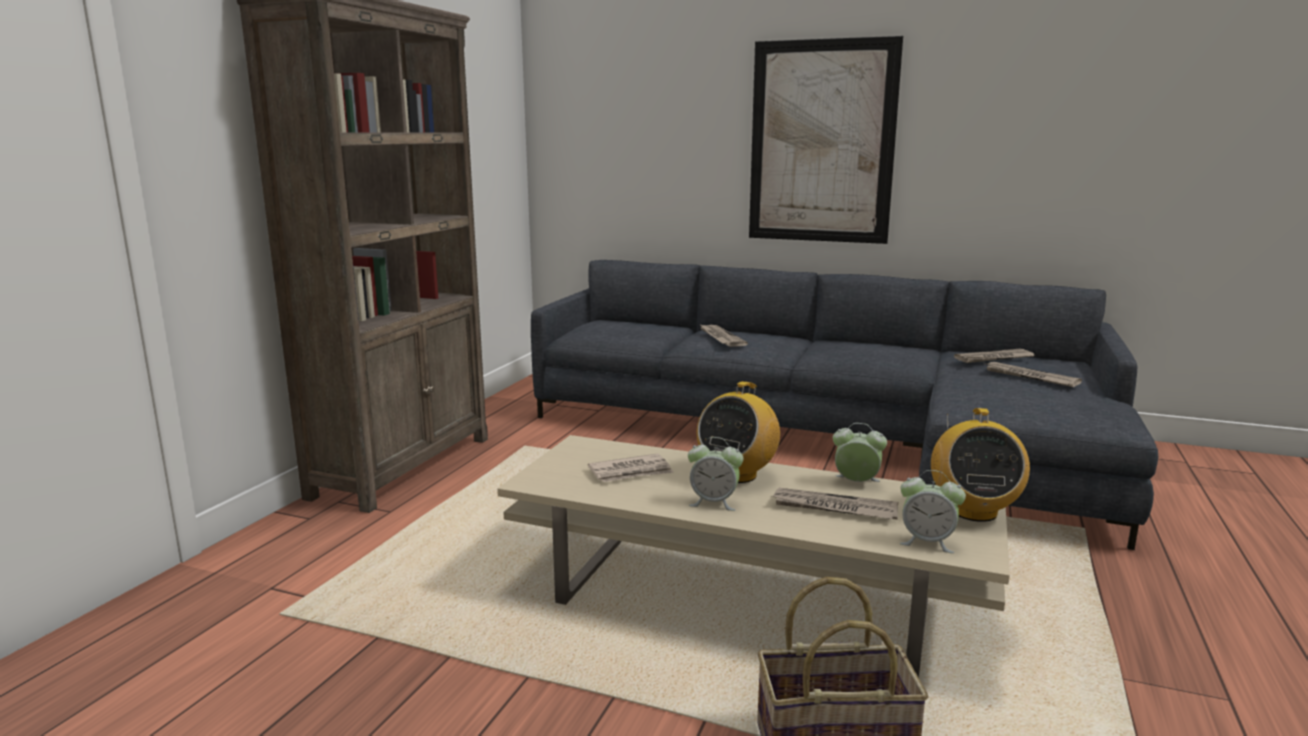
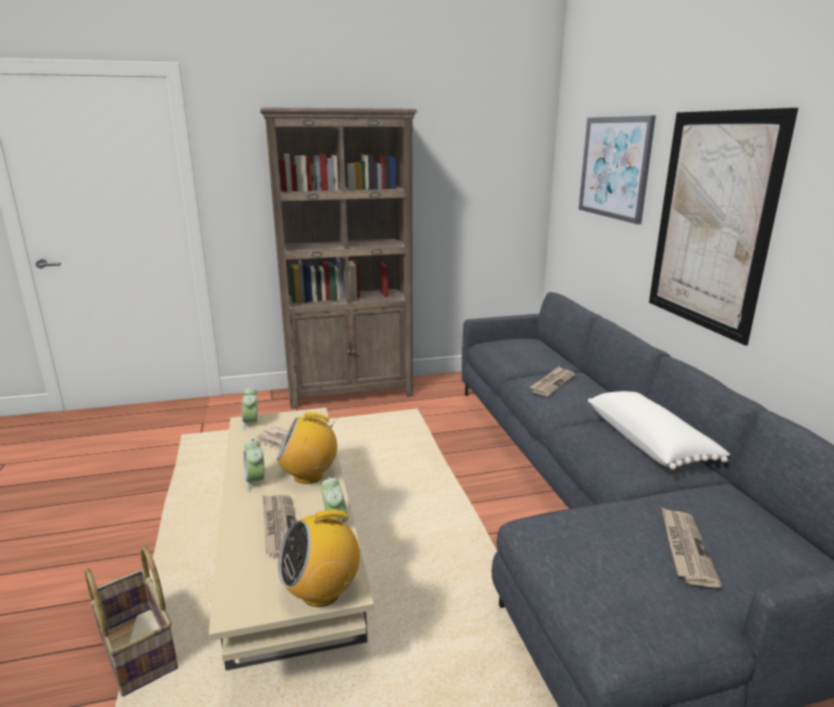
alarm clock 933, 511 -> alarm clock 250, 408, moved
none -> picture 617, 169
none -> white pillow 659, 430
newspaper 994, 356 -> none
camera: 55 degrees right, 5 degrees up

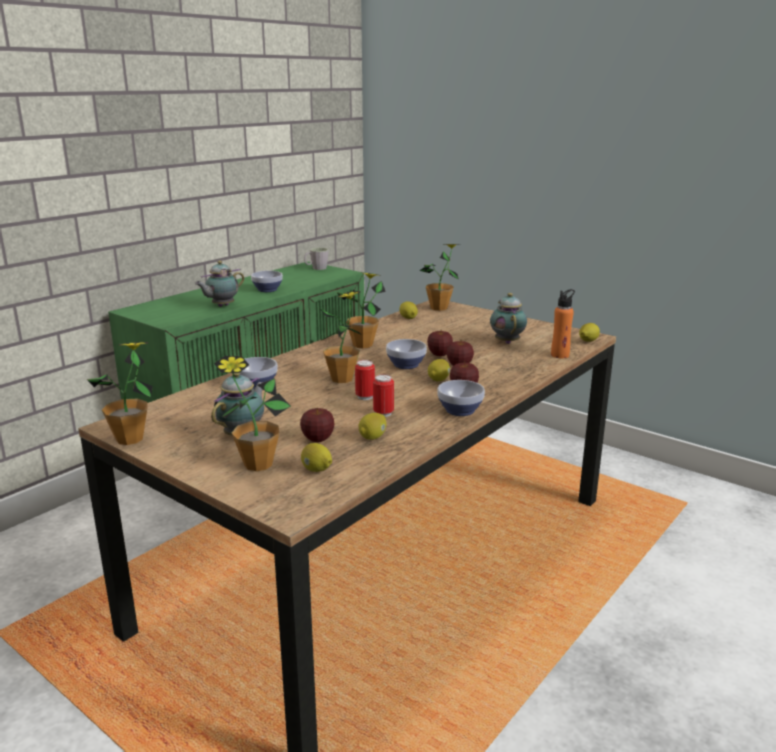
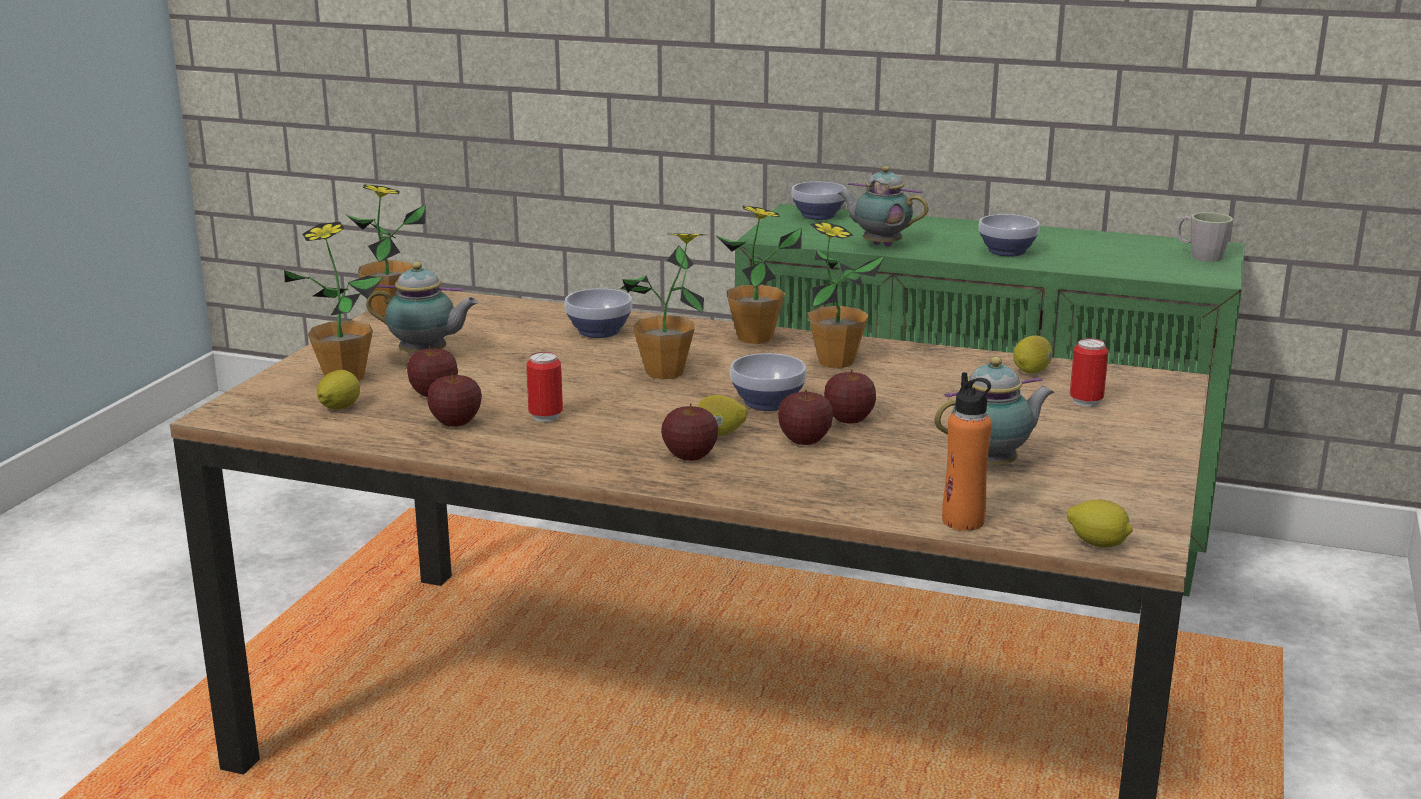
lemon 372, 426 -> apple 454, 400
potted plant 440, 277 -> potted plant 759, 275, moved
bowl 461, 398 -> bowl 819, 201, moved
can 365, 380 -> can 1089, 372, moved
camera: 70 degrees right, 0 degrees up

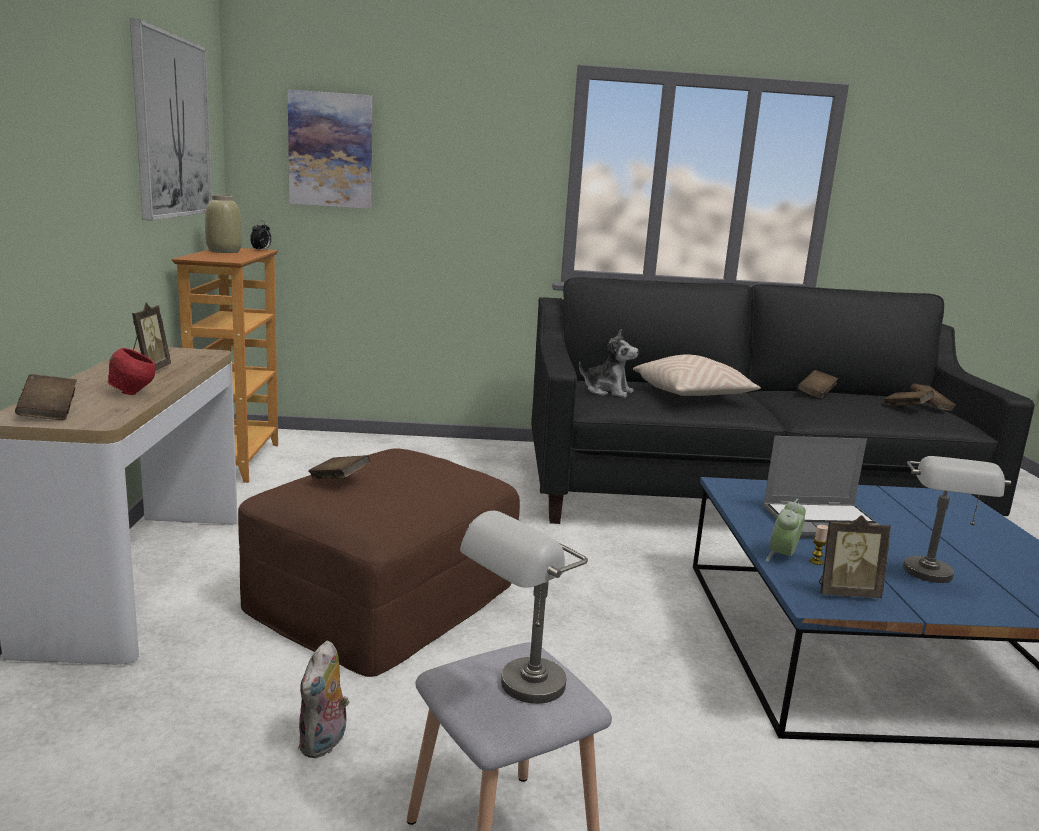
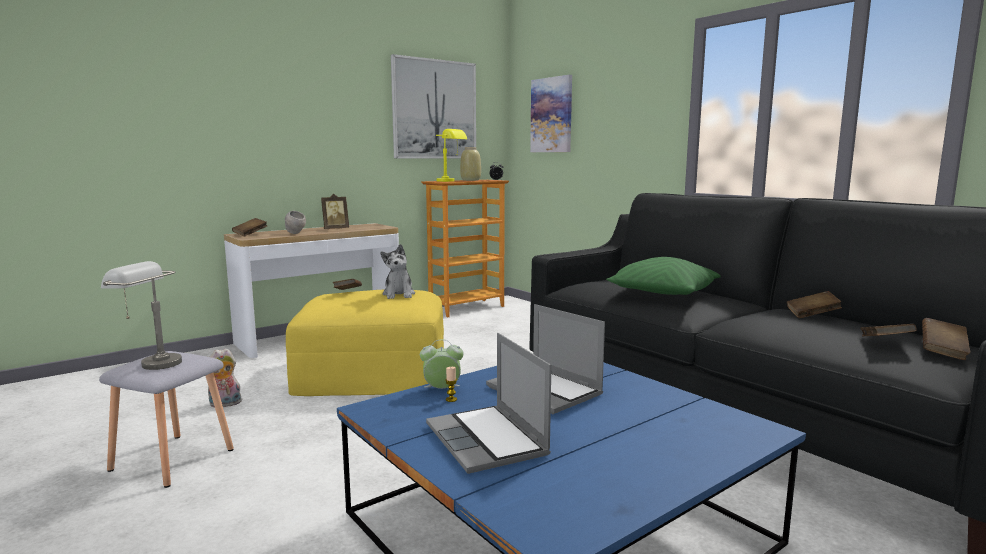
red bowl 131, 371 -> grey bowl 295, 222
brown ottoman 379, 562 -> yellow ottoman 365, 343
plush toy 609, 363 -> plush toy 398, 271, moved
grey table lamp 957, 519 -> laptop 489, 403
none -> yellow table lamp 451, 155
beige pillow 697, 375 -> green pillow 663, 276
picture frame 855, 556 -> none
camera: 55 degrees right, 5 degrees down

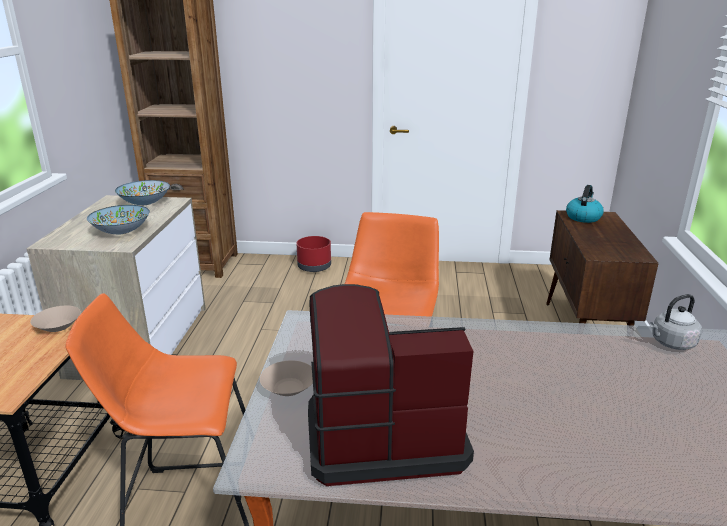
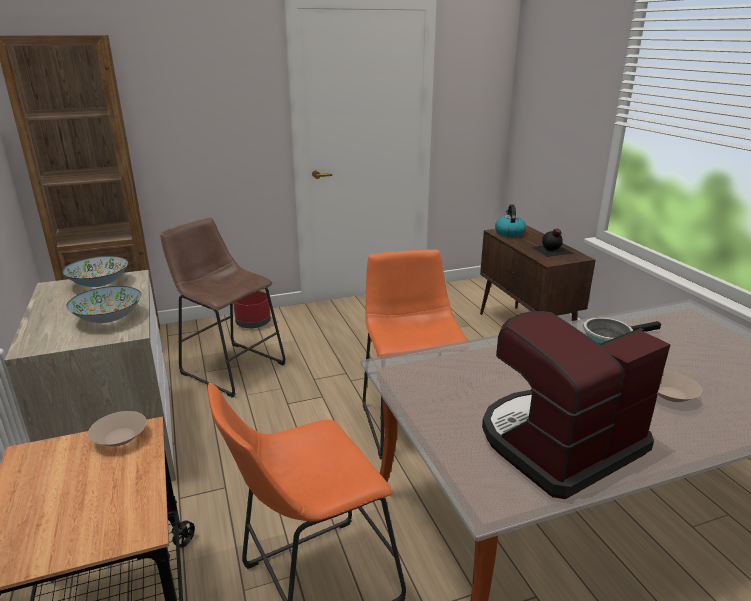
none -> brown stool 223, 307
none -> black bottle 552, 243
none -> frying pan 622, 330
beige bowl 286, 378 -> beige bowl 679, 386, moved
grey kettle 676, 322 -> none
camera: 25 degrees left, 0 degrees up

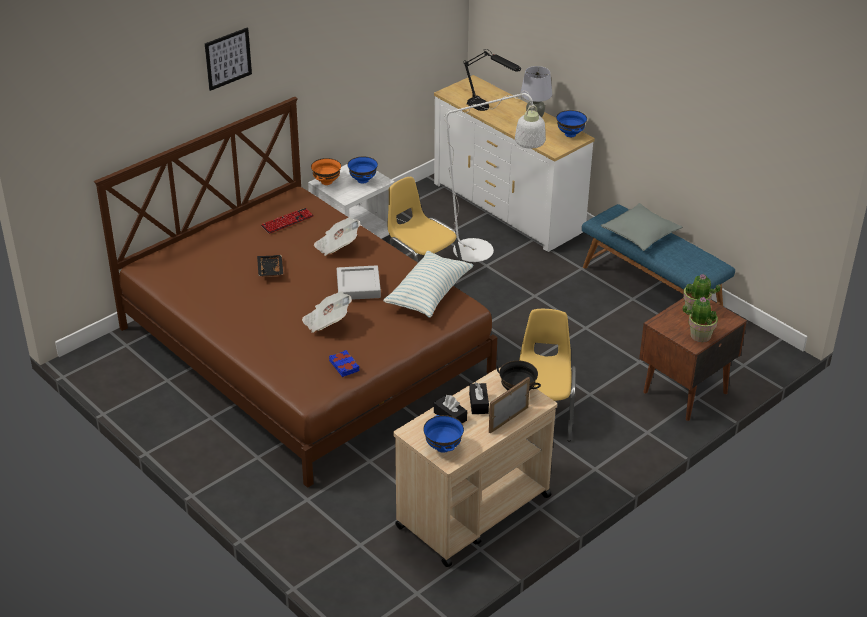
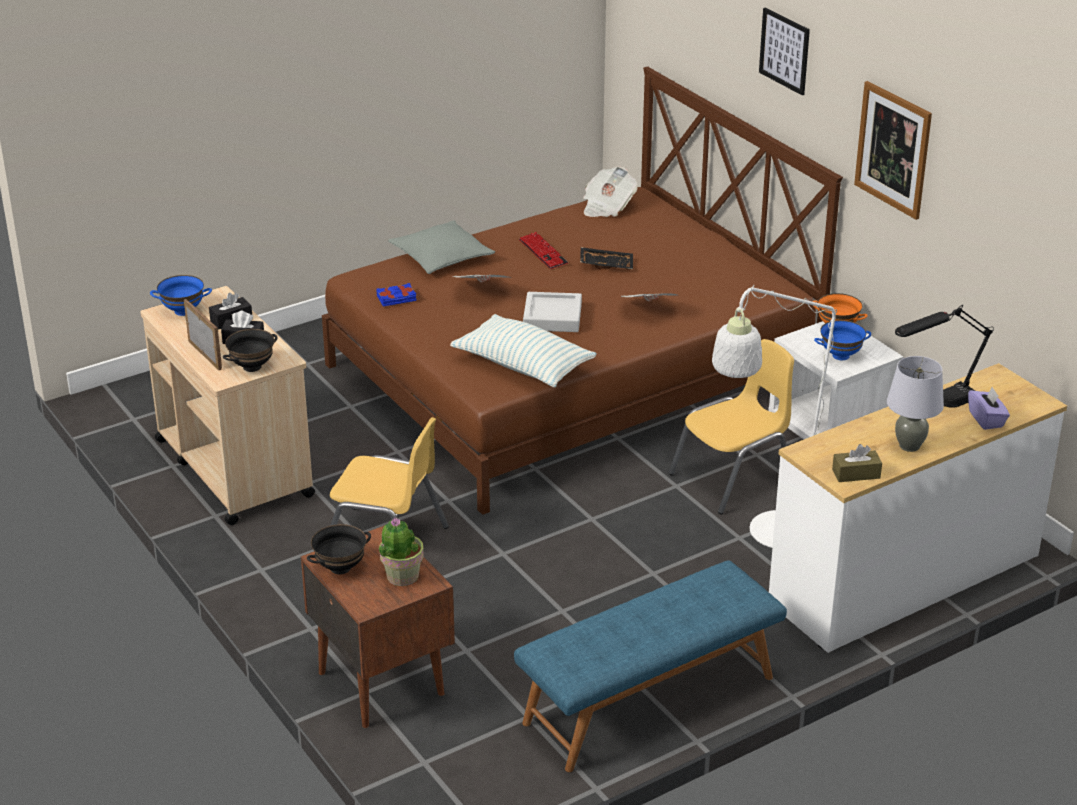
potted plant 700, 319 -> black bowl 339, 549
grey pillow 642, 227 -> grey pillow 441, 247, moved
keyboard 287, 221 -> keyboard 543, 250, moved
none -> newspaper 610, 191
blue bowl 571, 123 -> brown tissue box 857, 463
none -> picture 893, 150
none -> purple tissue box 989, 408
camera: 100 degrees right, 5 degrees down

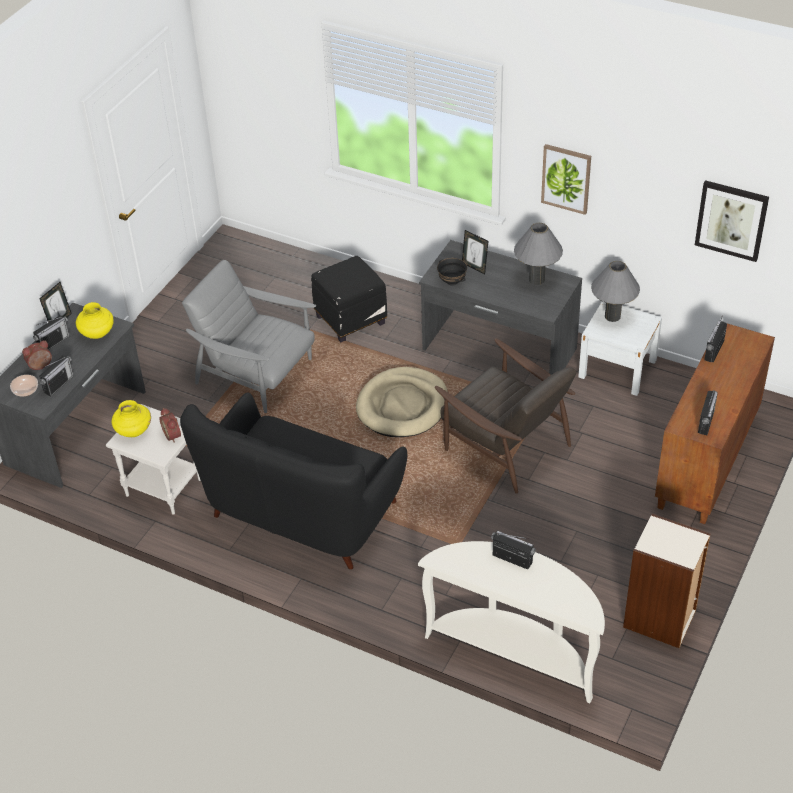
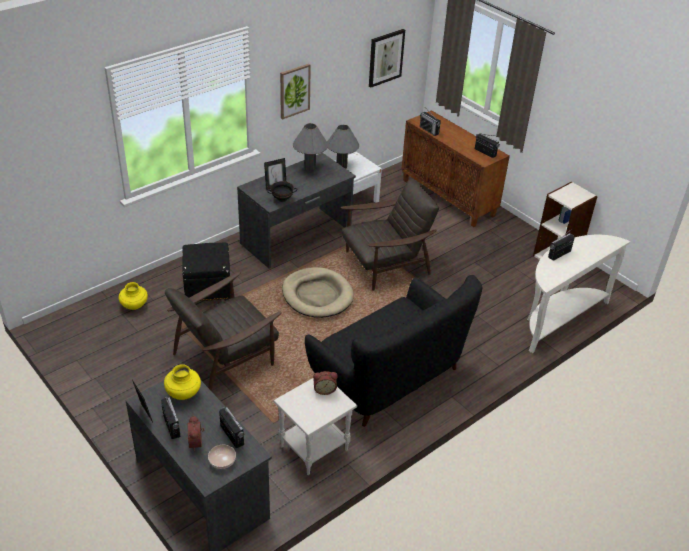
yellow vase 131, 418 -> yellow vase 133, 296, moved
grey armchair 249, 336 -> brown armchair 223, 331
camera: 70 degrees left, 5 degrees down

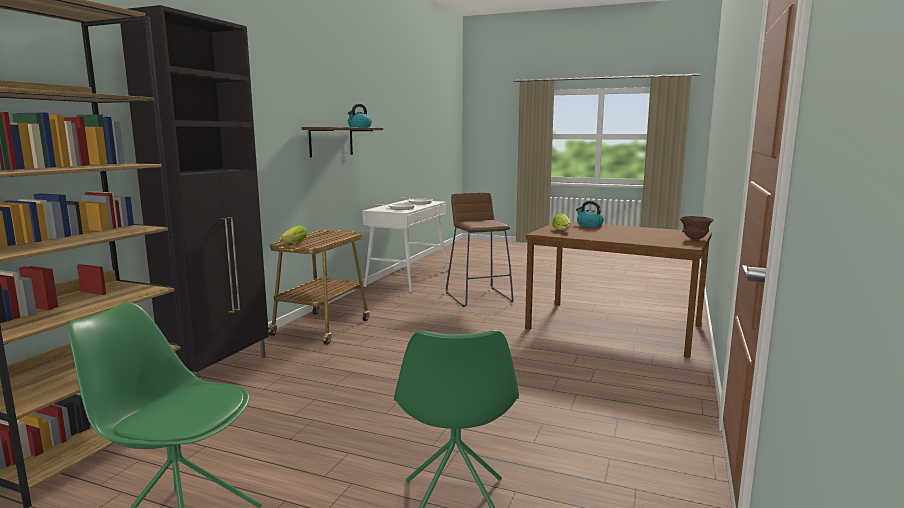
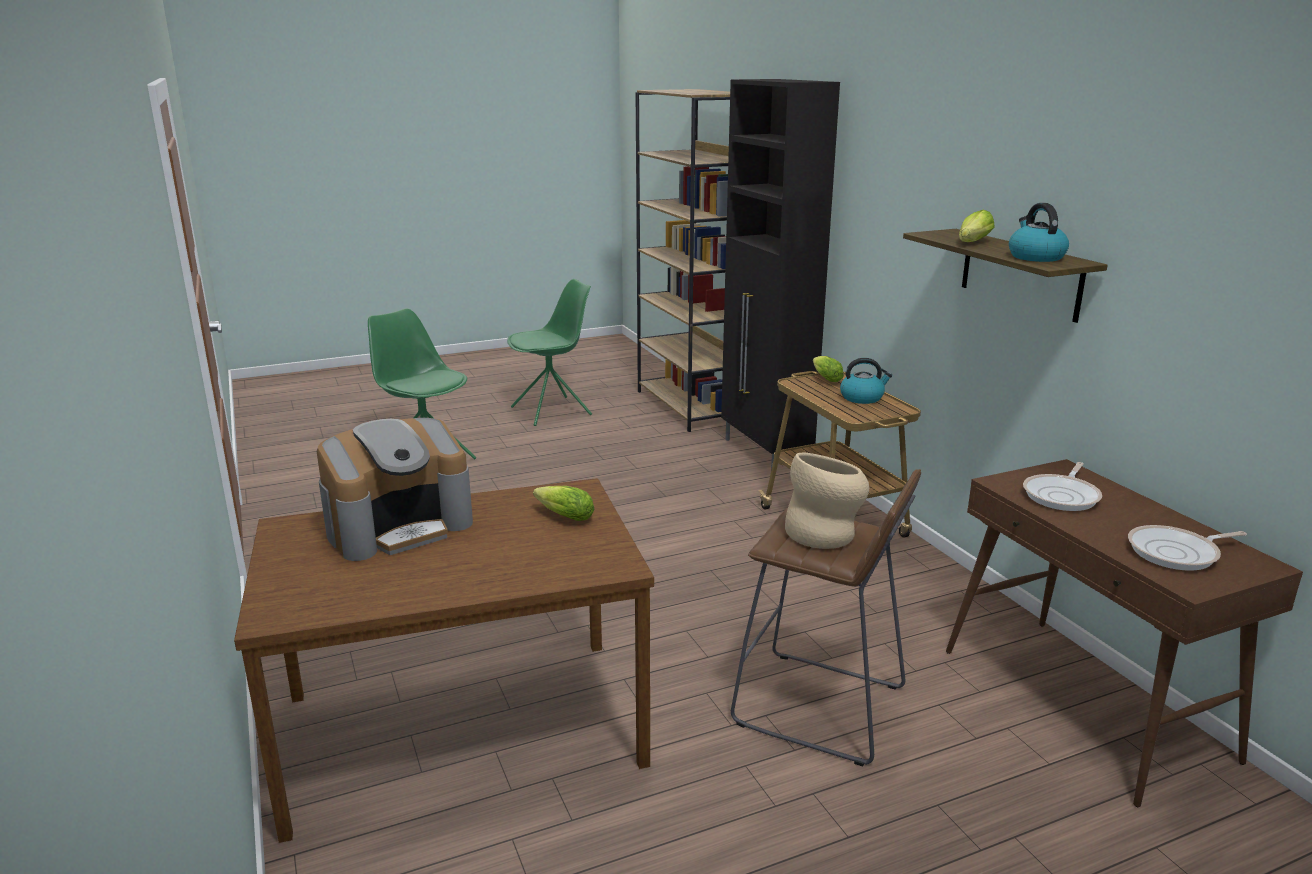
none -> coffee machine 395, 489
none -> beige vase 827, 501
kettle 590, 214 -> kettle 866, 381, moved
white console table 405, 246 -> brown console table 1124, 633
none -> lettuce 977, 226
brown bowl 697, 227 -> none
camera: 135 degrees right, 10 degrees up

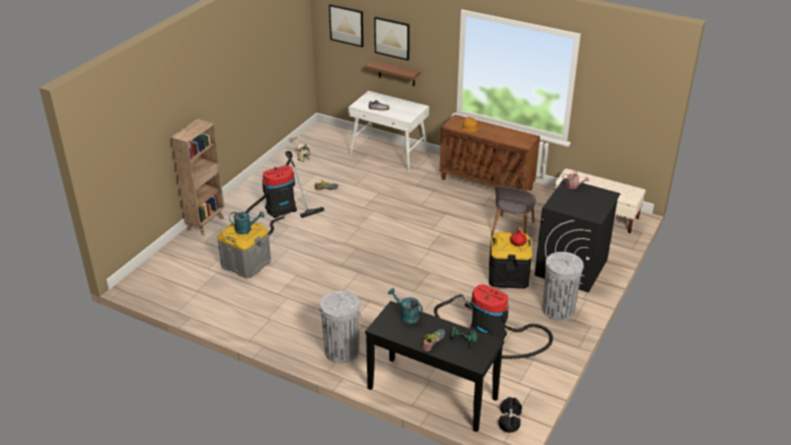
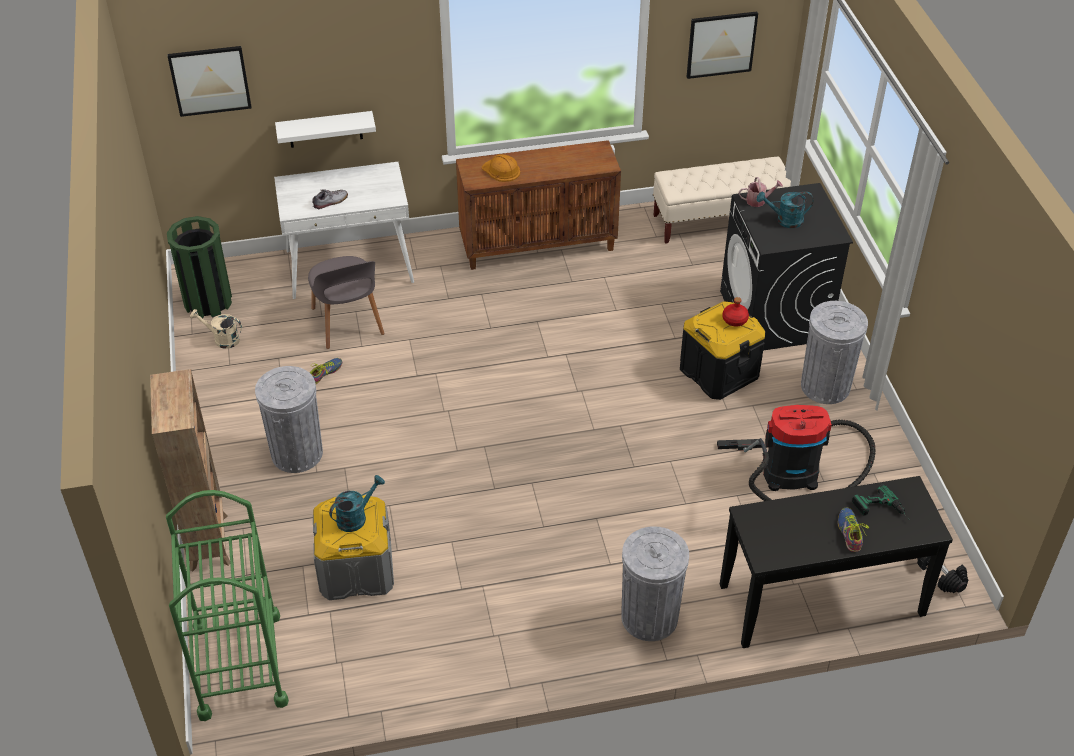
none -> green cart 227, 605
none -> green trash can 199, 267
vacuum cleaner 284, 193 -> grey trash can 289, 419
brown shelf 393, 73 -> white shelf 325, 129
grey chair 513, 211 -> grey chair 346, 302, moved
picture 392, 39 -> picture 722, 45, moved
turquoise watering can 405, 306 -> turquoise watering can 785, 210, moved
camera: 40 degrees left, 10 degrees up

